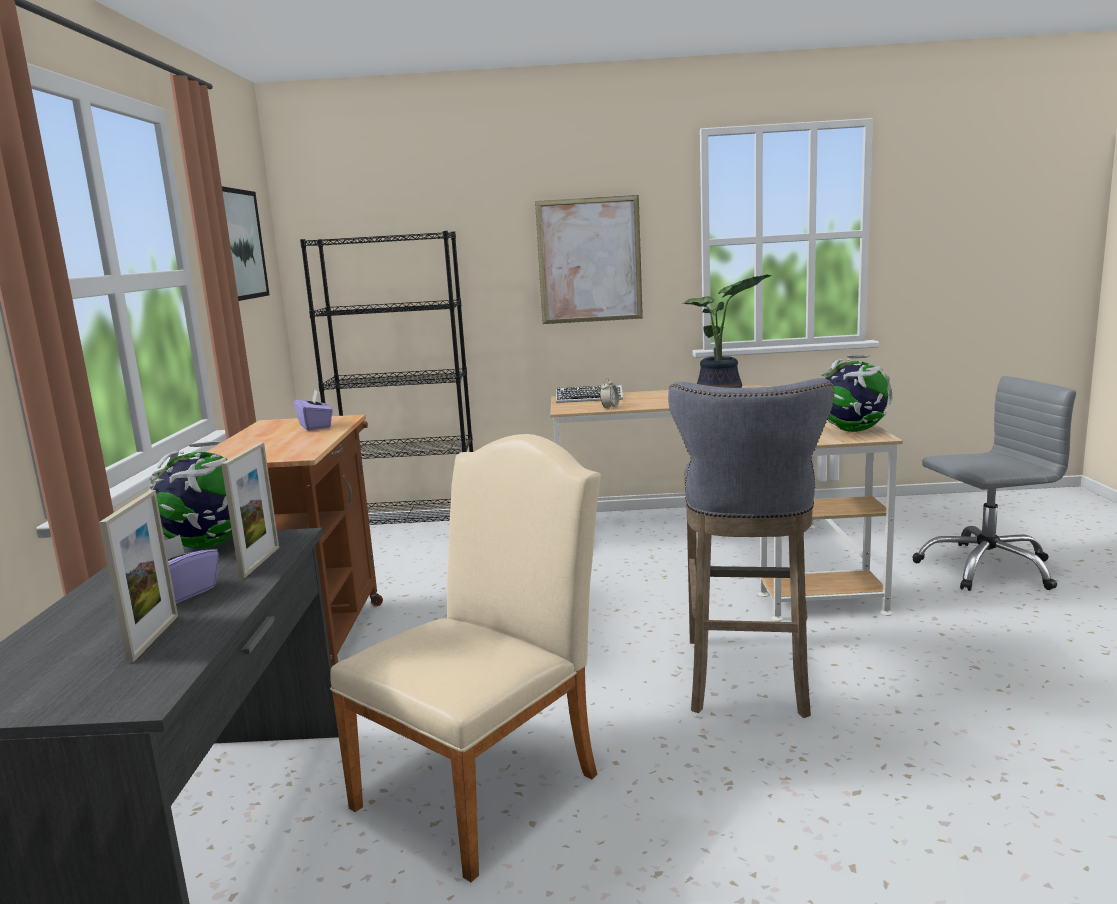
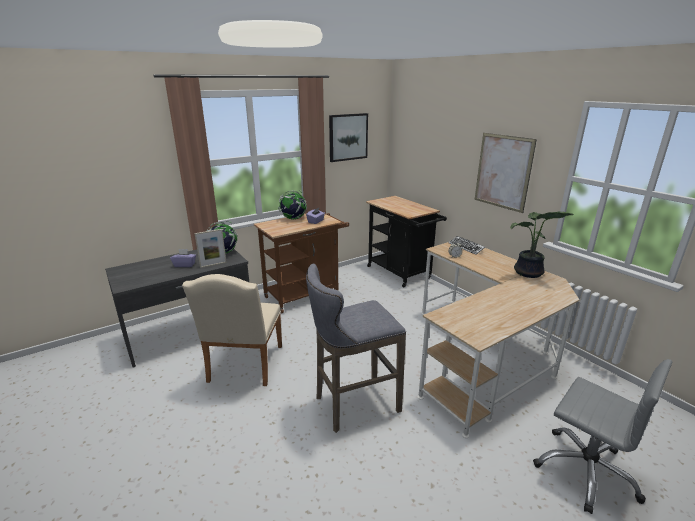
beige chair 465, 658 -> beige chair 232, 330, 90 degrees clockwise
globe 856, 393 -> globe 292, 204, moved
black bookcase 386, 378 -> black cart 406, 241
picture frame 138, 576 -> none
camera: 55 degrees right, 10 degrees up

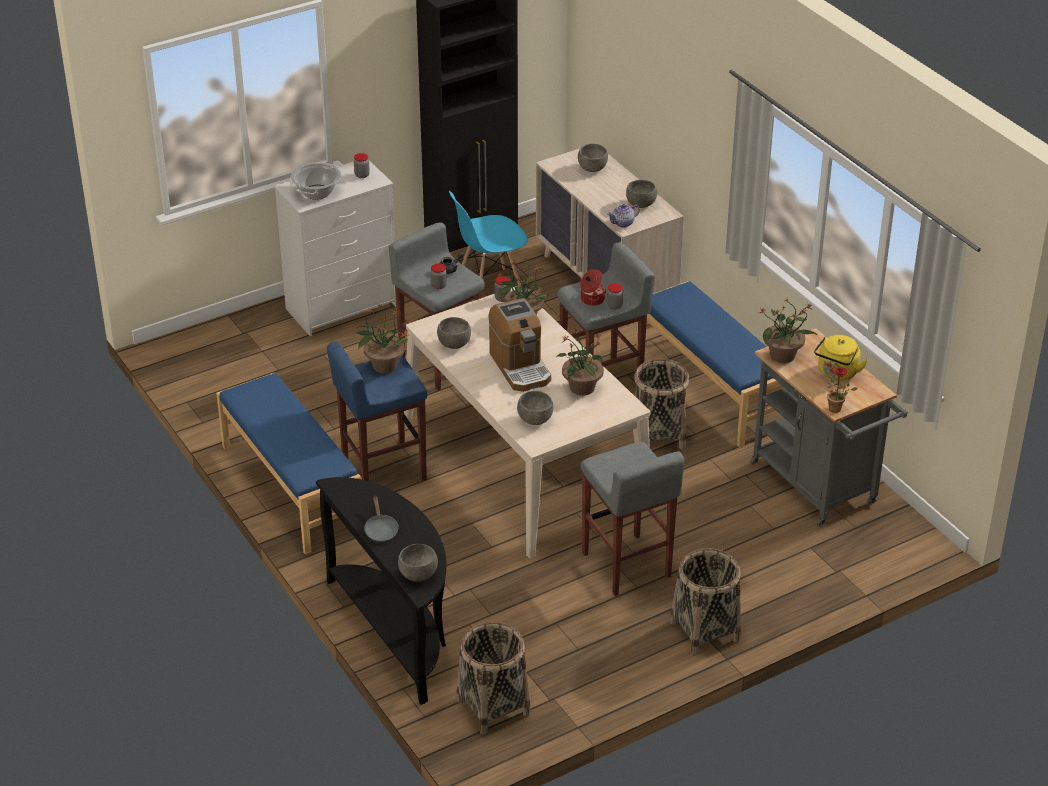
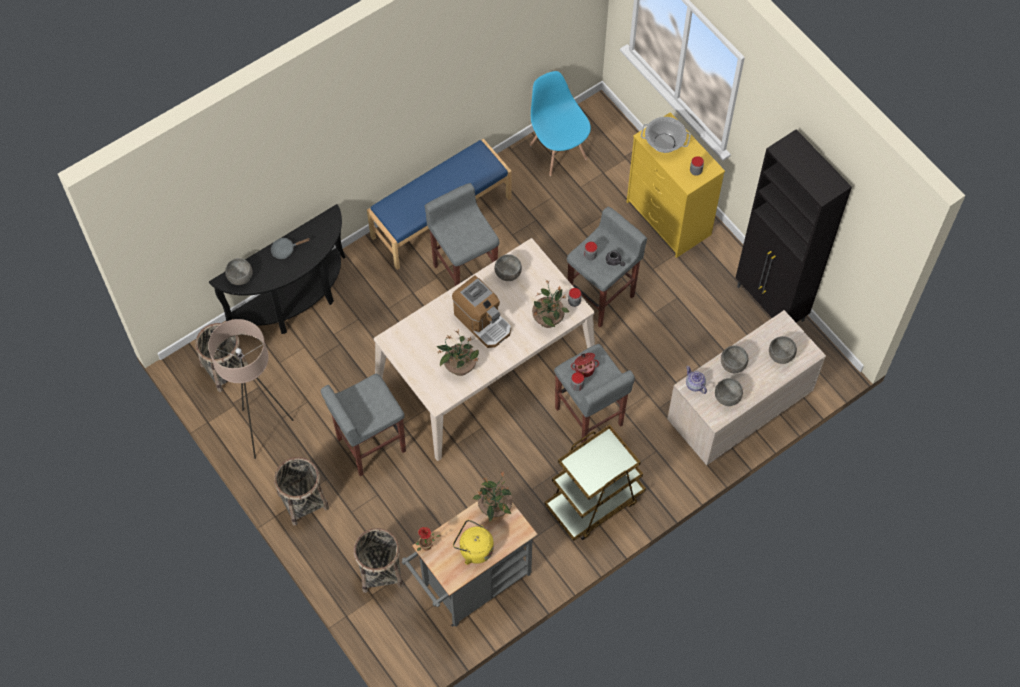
none -> beige floor lamp 251, 389
basket 661, 404 -> basket 378, 560, moved
blue stool 377, 411 -> grey stool 462, 234
coffee machine 520, 345 -> coffee machine 481, 311, 105 degrees counterclockwise
blue chair 488, 239 -> blue chair 560, 123, moved
blue bench 710, 364 -> brown cart 595, 483
white dresser 335, 248 -> yellow dresser 676, 185
grey bowl 535, 408 -> grey bowl 734, 359, moved
potted plant 382, 338 -> none
camera: 85 degrees right, 25 degrees up

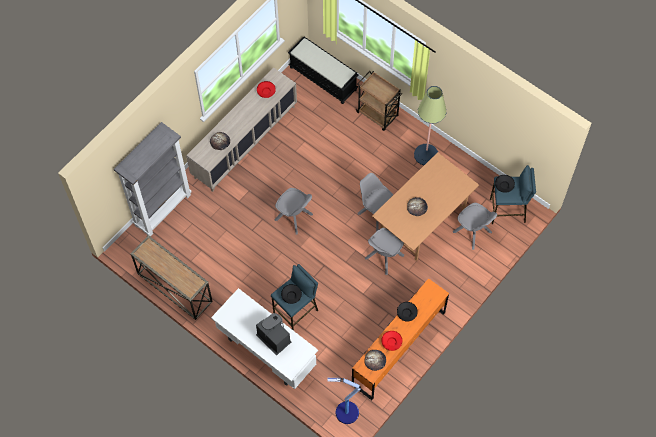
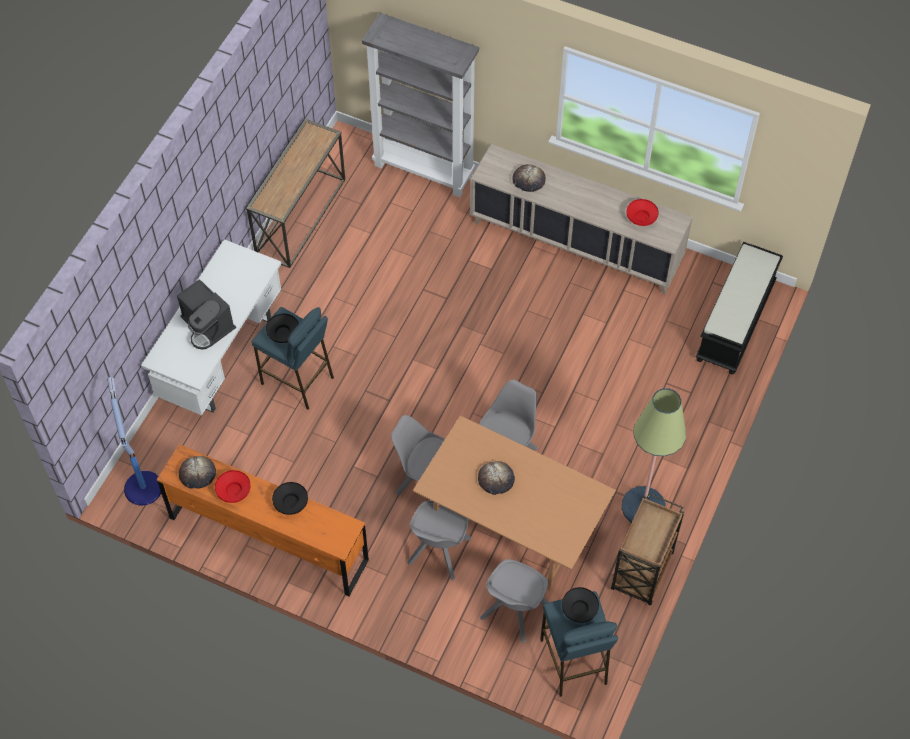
coffee machine 273, 334 -> coffee machine 206, 314, 105 degrees clockwise
grey chair 293, 211 -> grey chair 439, 540, moved
brown cart 379, 101 -> brown cart 647, 549, moved
camera: 75 degrees right, 5 degrees down

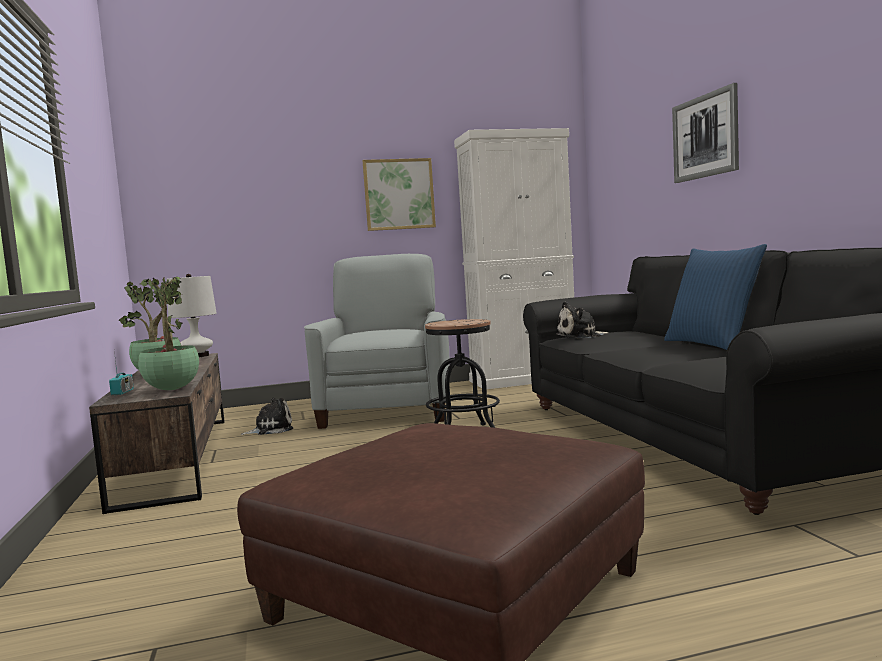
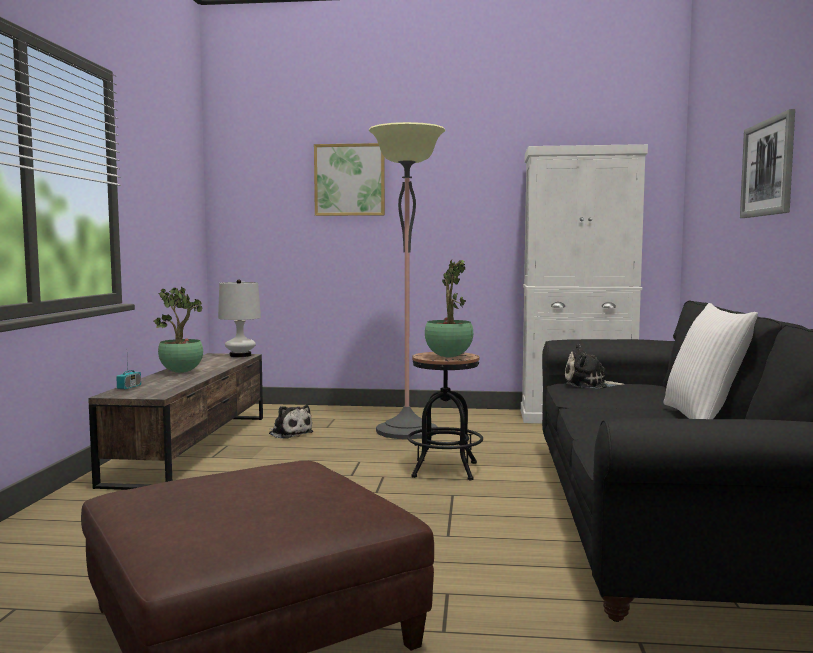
plush toy 266, 416 -> plush toy 291, 422, 45 degrees clockwise
picture 399, 194 -> picture 349, 179, moved
grey armchair 377, 341 -> floor lamp 407, 280
potted plant 168, 333 -> potted plant 449, 308, moved
blue pillow 715, 297 -> white pillow 710, 361
camera: 20 degrees right, 0 degrees up

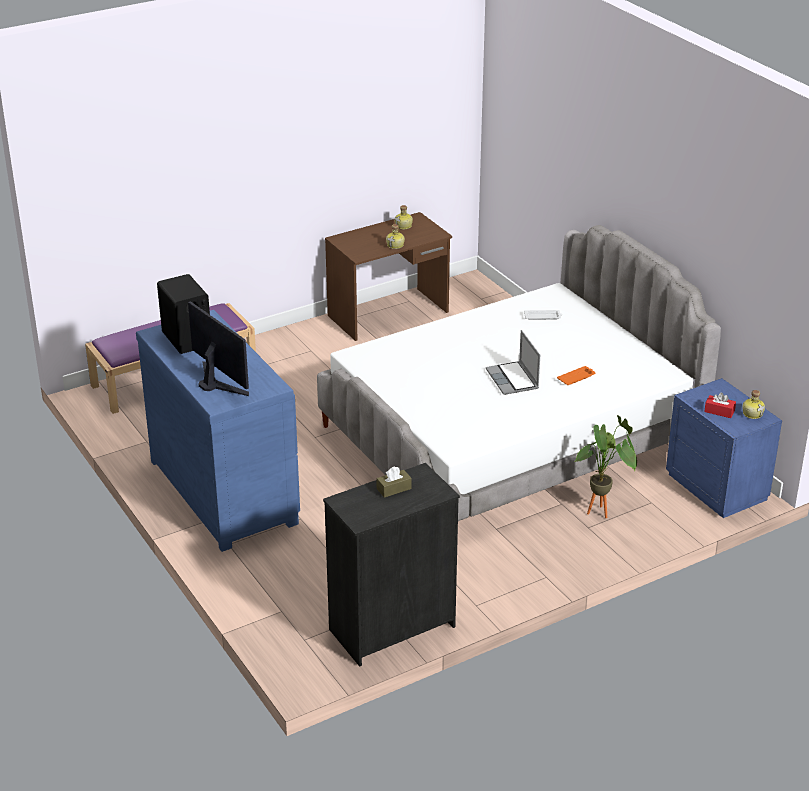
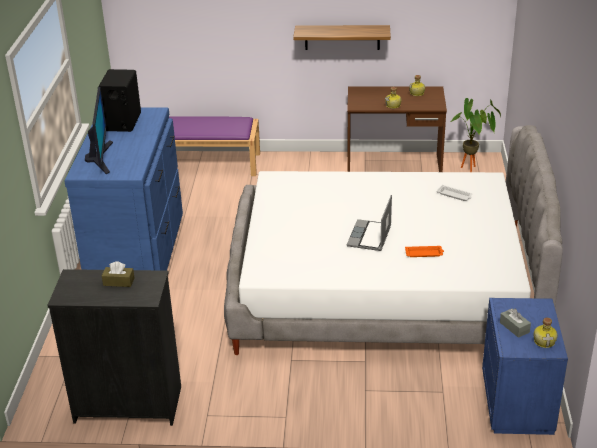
none -> shelf 342, 37
potted plant 605, 466 -> potted plant 476, 135, moved
red tissue box 720, 405 -> grey tissue box 515, 323
camera: 35 degrees right, 0 degrees up

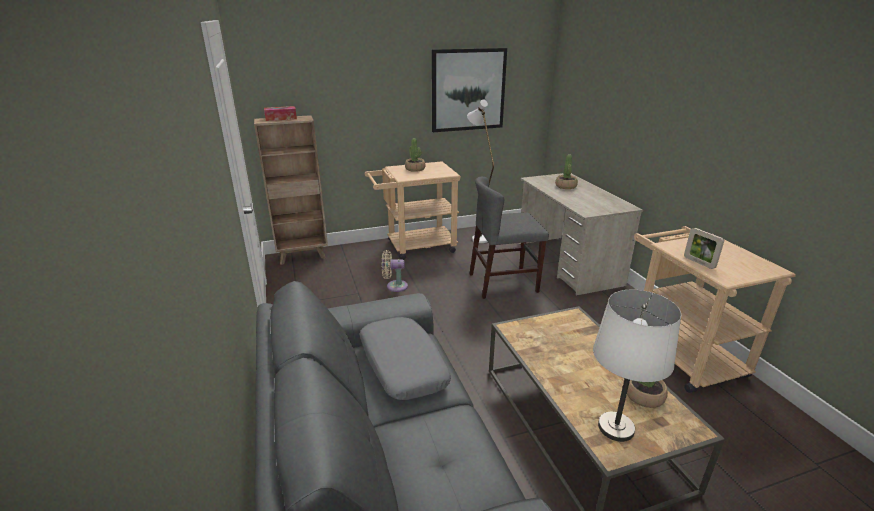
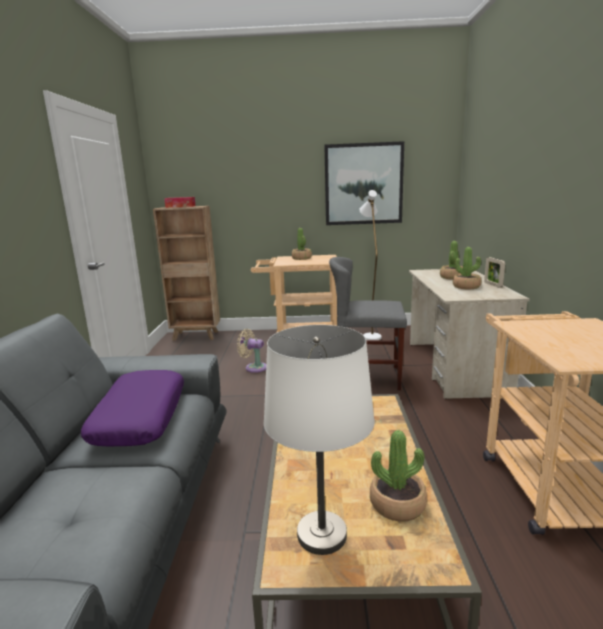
grey pillow 405, 358 -> purple pillow 132, 408
none -> potted plant 467, 268
picture frame 704, 248 -> picture frame 494, 272, moved
camera: 20 degrees right, 10 degrees down

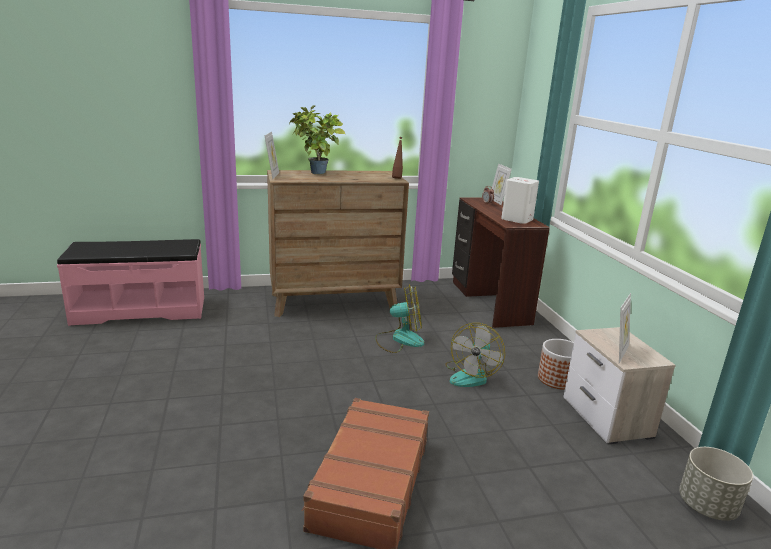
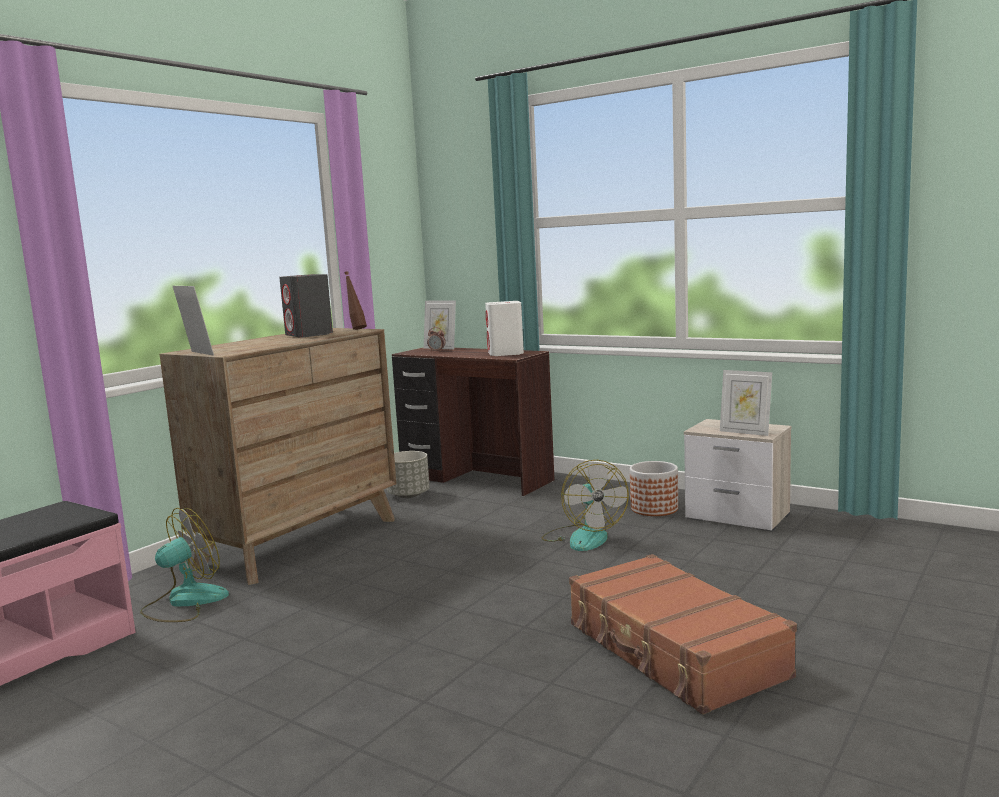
fan 399, 318 -> fan 184, 565, moved
none -> grey speaker 306, 306
grey planter 716, 484 -> grey planter 408, 474, moved
picture frame 625, 328 -> picture frame 746, 403, 135 degrees clockwise
potted plant 317, 139 -> none
camera: 40 degrees left, 10 degrees down

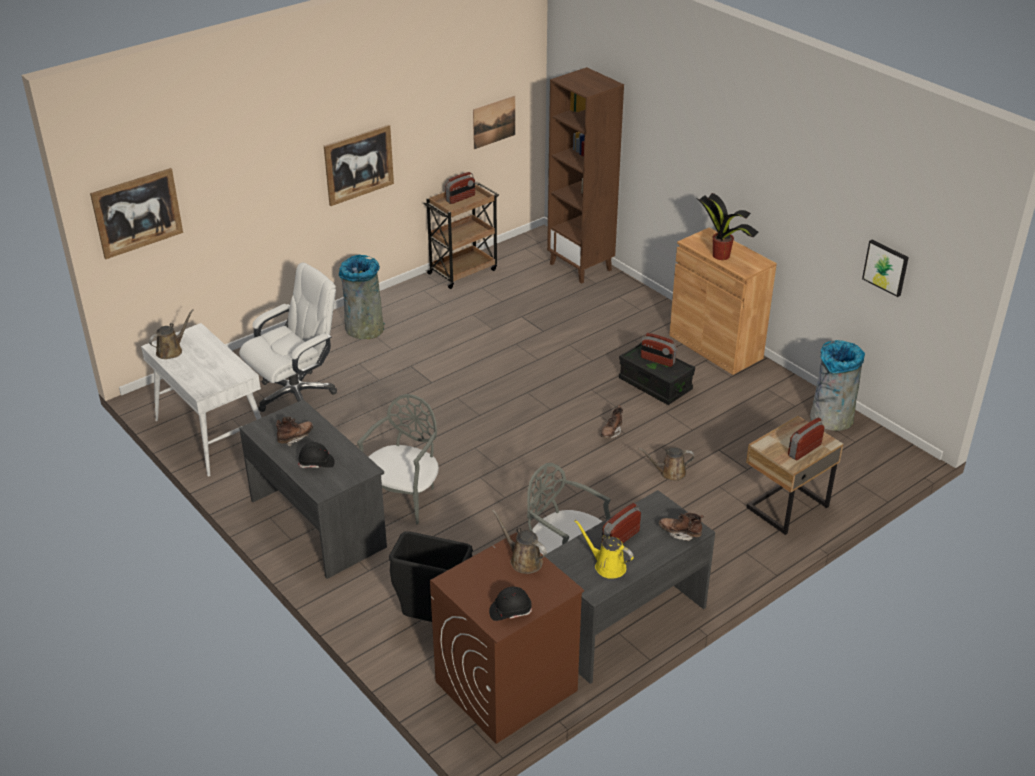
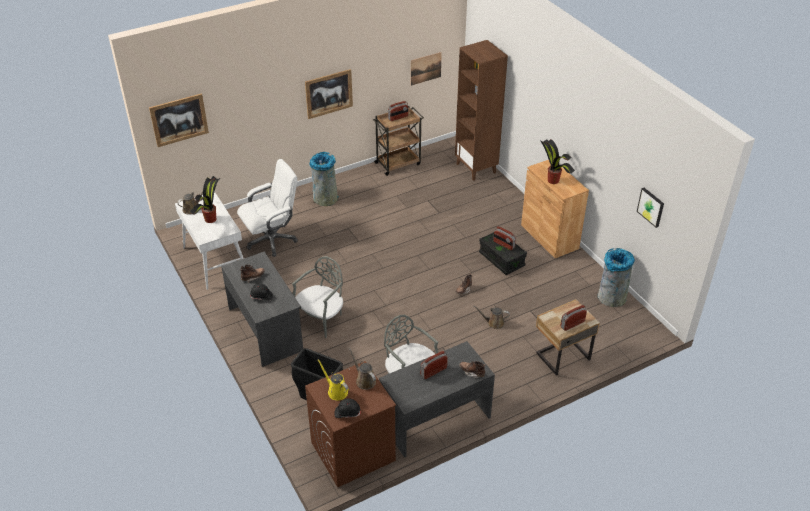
none -> potted plant 205, 199
yellow watering can 604, 549 -> yellow watering can 333, 379, moved
camera: 10 degrees right, 5 degrees up

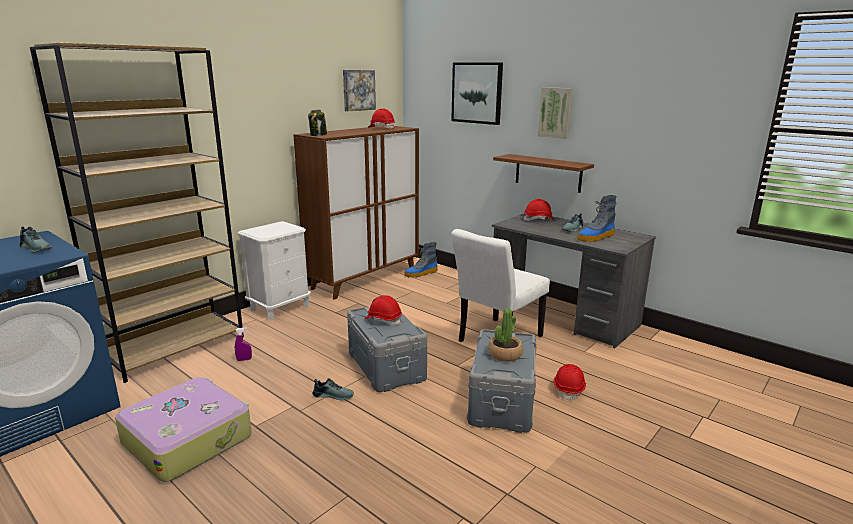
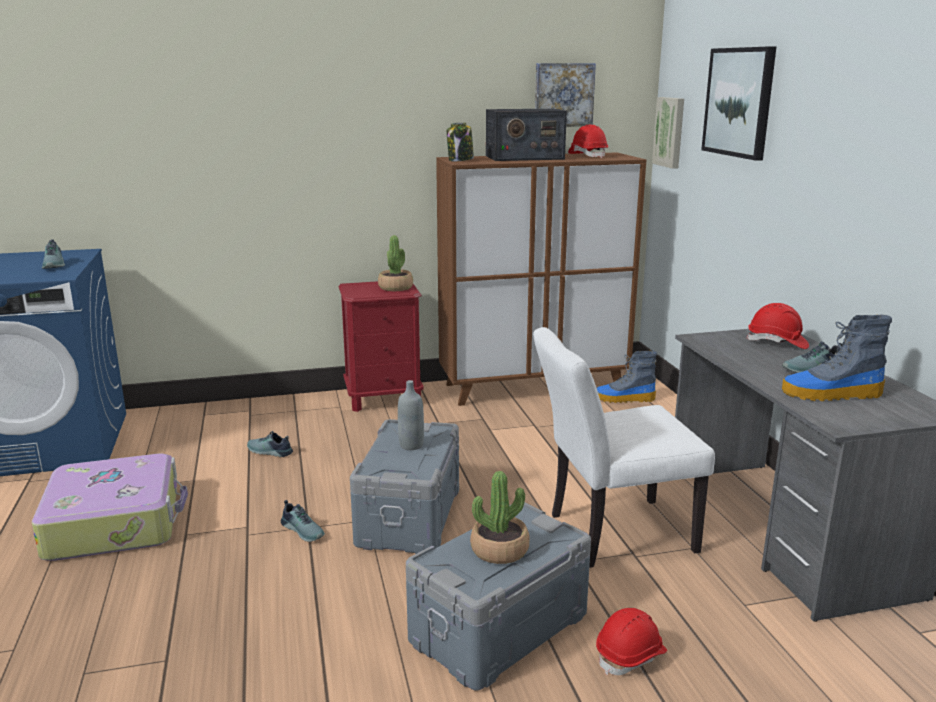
purple spray bottle 243, 344 -> shoe 270, 444
white nightstand 274, 270 -> red nightstand 381, 346
none -> potted plant 395, 263
red hard hat 383, 310 -> grey bottle 411, 415
none -> radio 526, 135
picture 555, 113 -> picture 668, 133, moved
brown bookcase 137, 213 -> none
brown shelf 543, 173 -> none
camera: 35 degrees right, 0 degrees up

